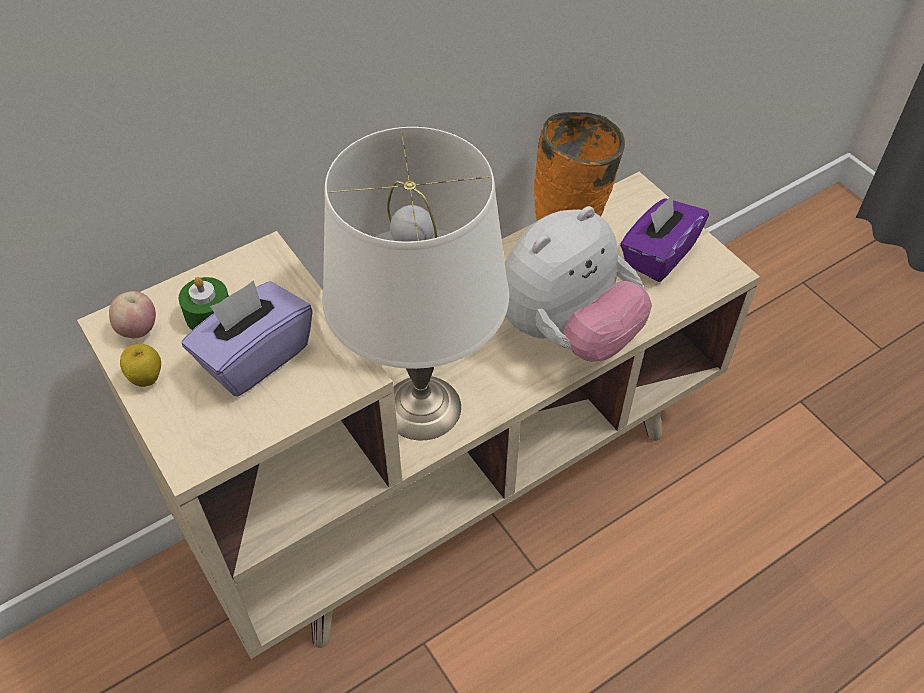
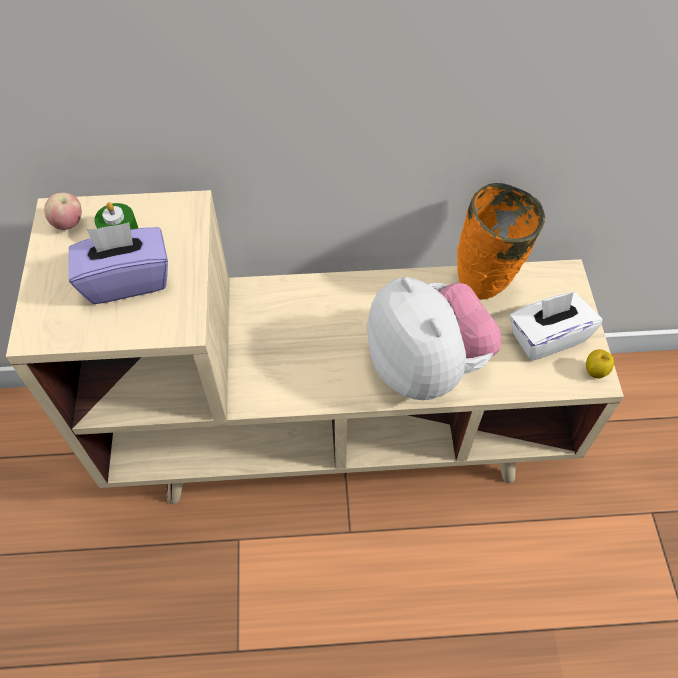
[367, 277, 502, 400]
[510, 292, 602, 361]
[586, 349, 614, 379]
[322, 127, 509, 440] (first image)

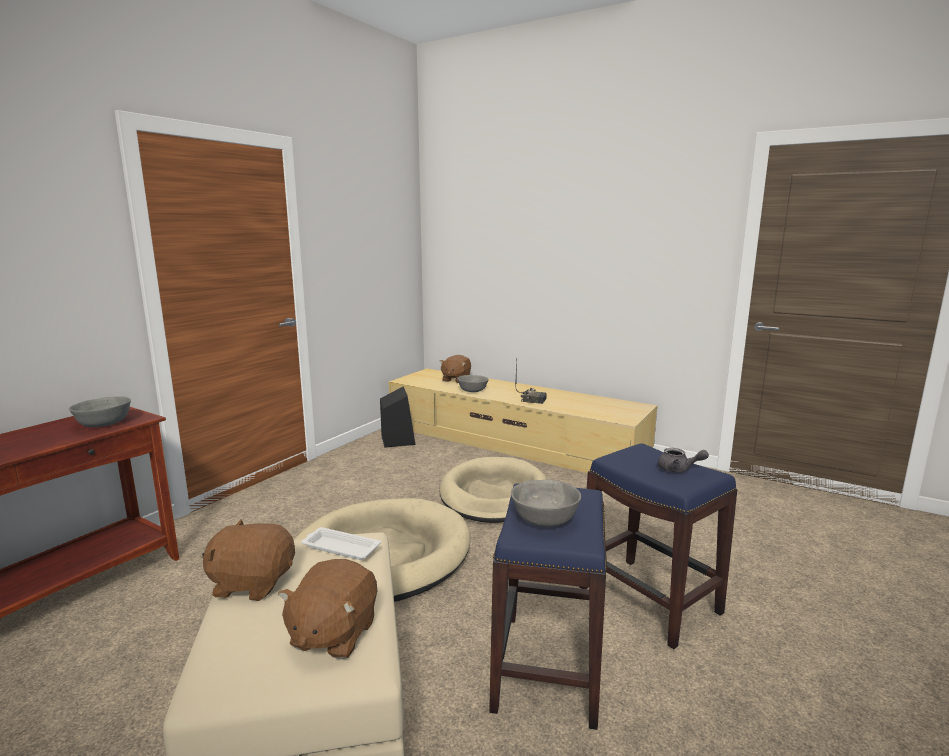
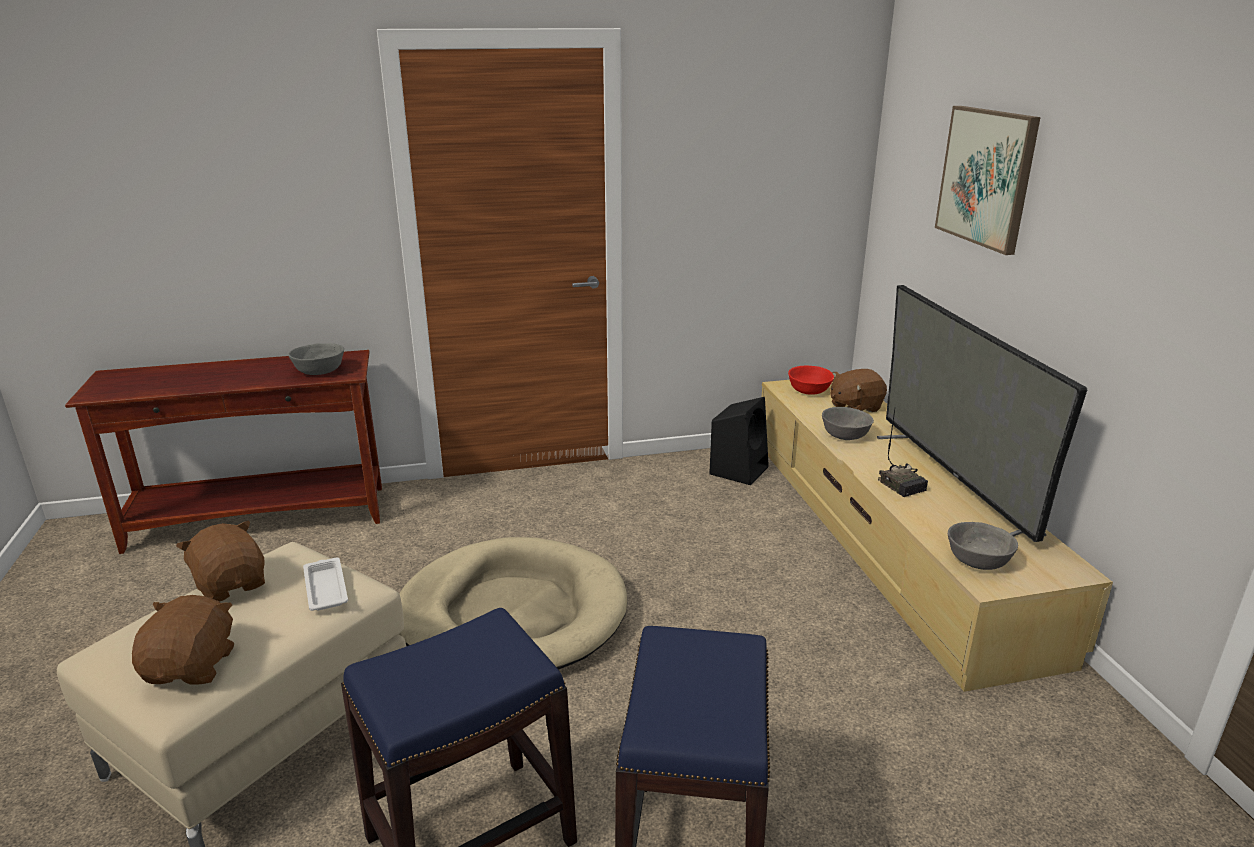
[132, 595, 234, 685]
[788, 366, 834, 395]
[877, 285, 1087, 542]
[935, 106, 1041, 255]
[948, 522, 1018, 570]
[439, 457, 547, 523] (first image)
[658, 448, 709, 473] (first image)

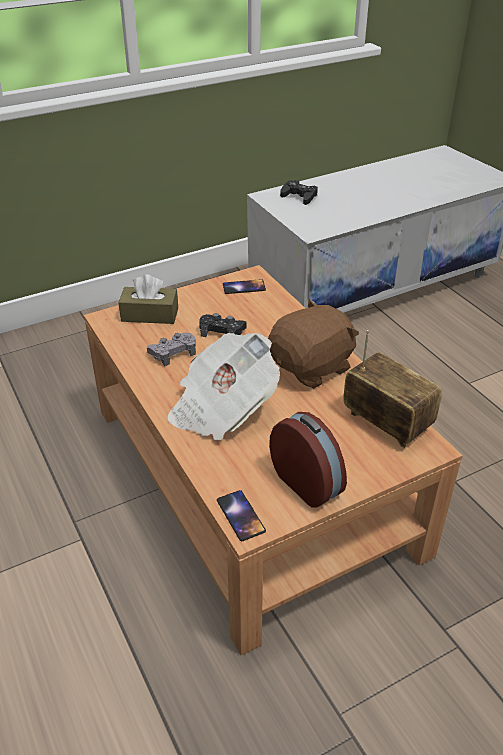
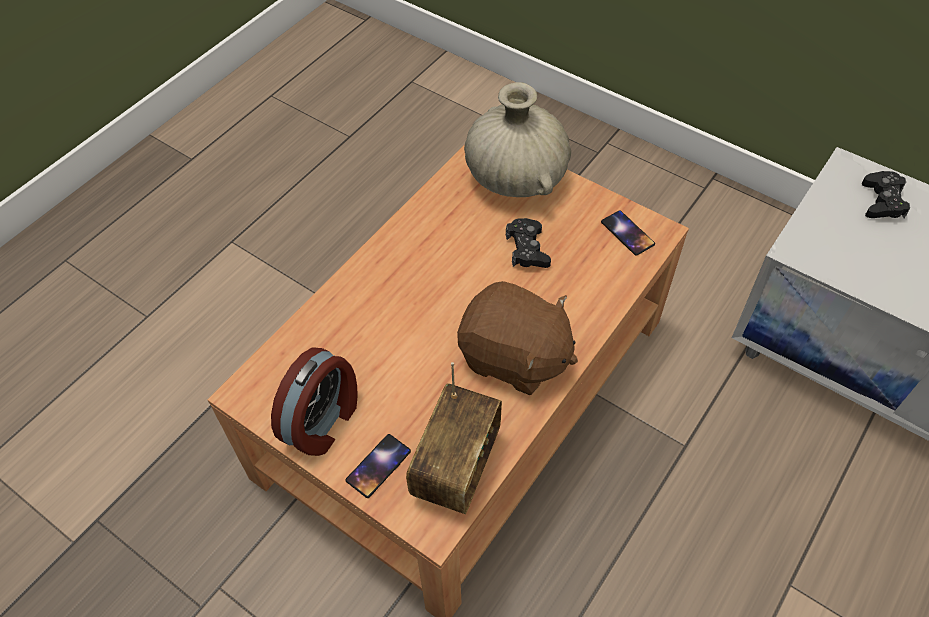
[346, 434, 411, 498]
[464, 82, 571, 197]
[147, 332, 196, 366] (first image)
[167, 333, 280, 441] (first image)

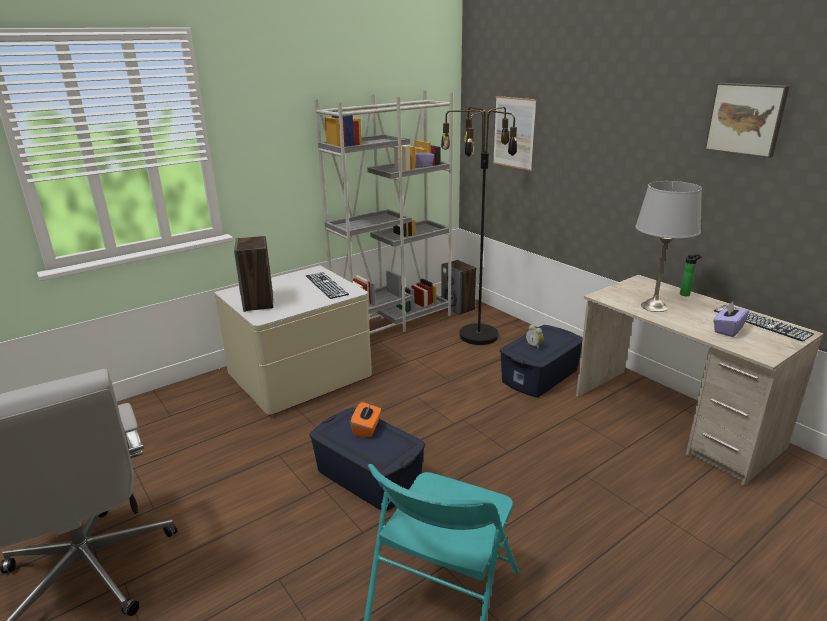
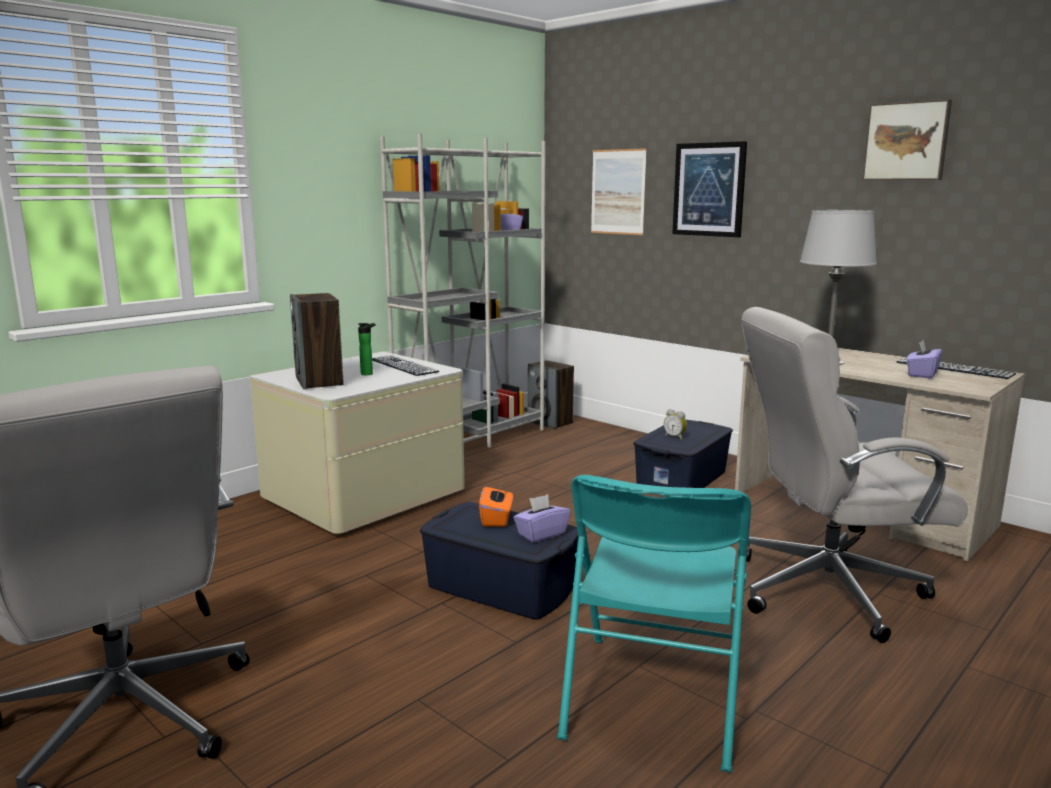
[358, 323, 376, 375]
[513, 494, 570, 543]
[672, 141, 747, 237]
[741, 307, 968, 643]
[441, 107, 517, 345] (first image)

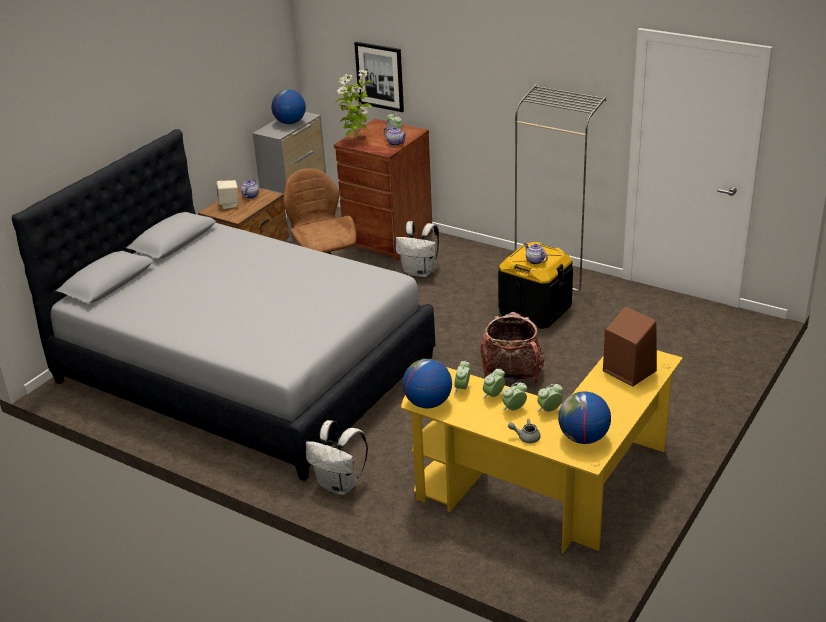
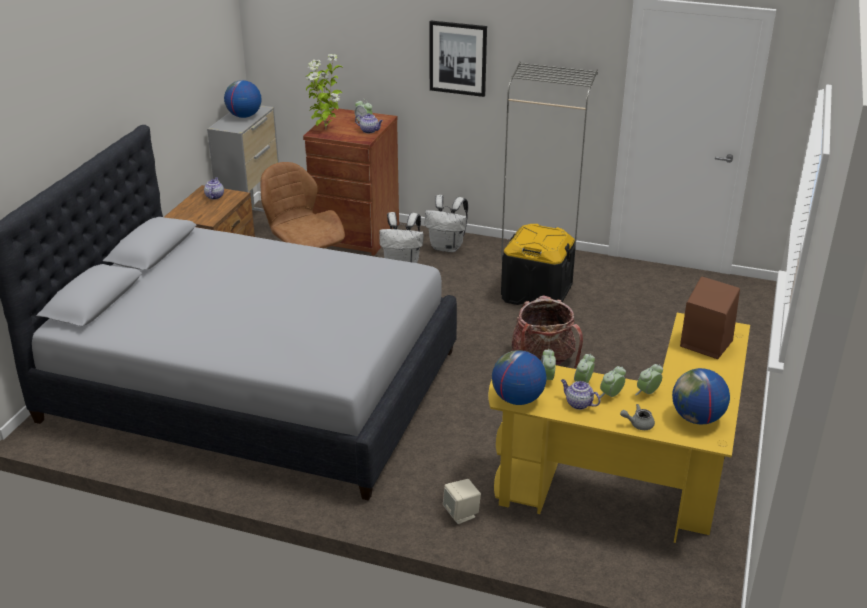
[425, 195, 468, 252]
[430, 21, 487, 97]
[443, 479, 481, 524]
[561, 379, 601, 410]

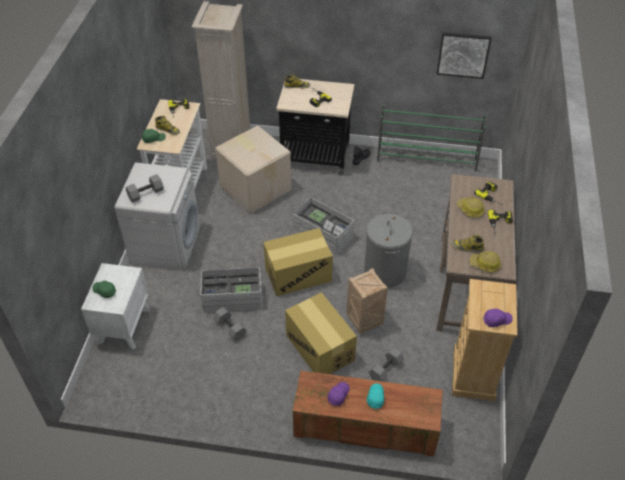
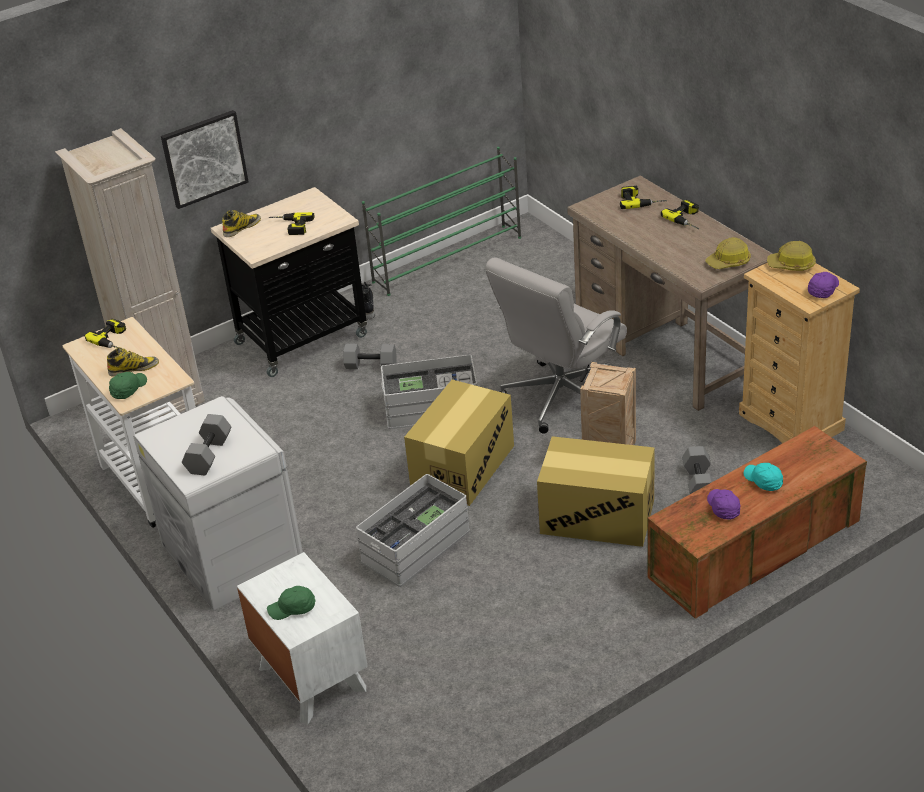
[161, 110, 249, 209]
[343, 344, 397, 369]
[486, 257, 627, 434]
[767, 241, 816, 271]
[215, 125, 291, 213] (first image)
[451, 235, 484, 253] (first image)

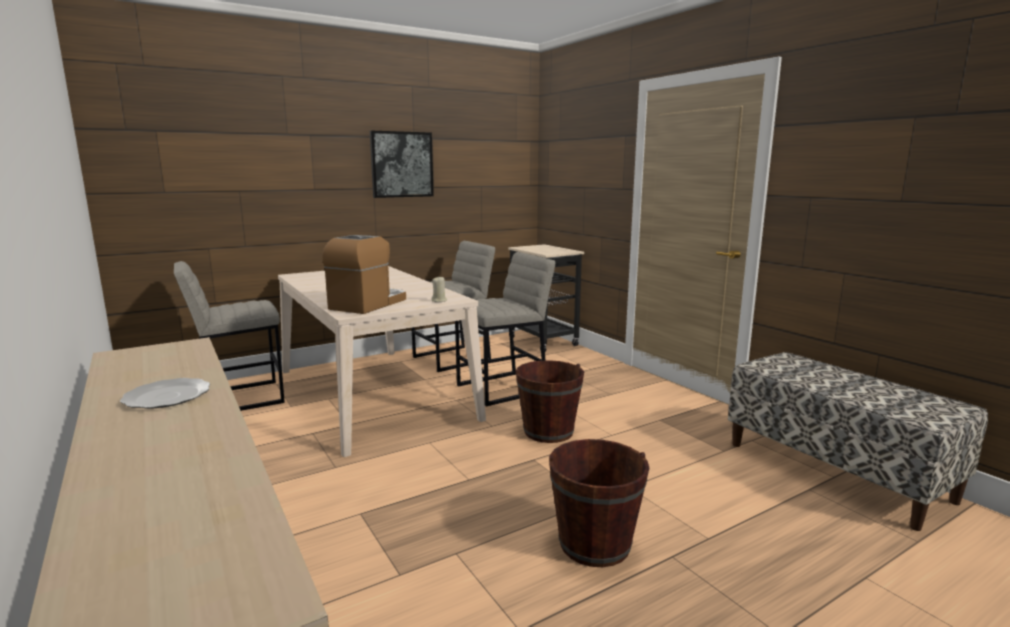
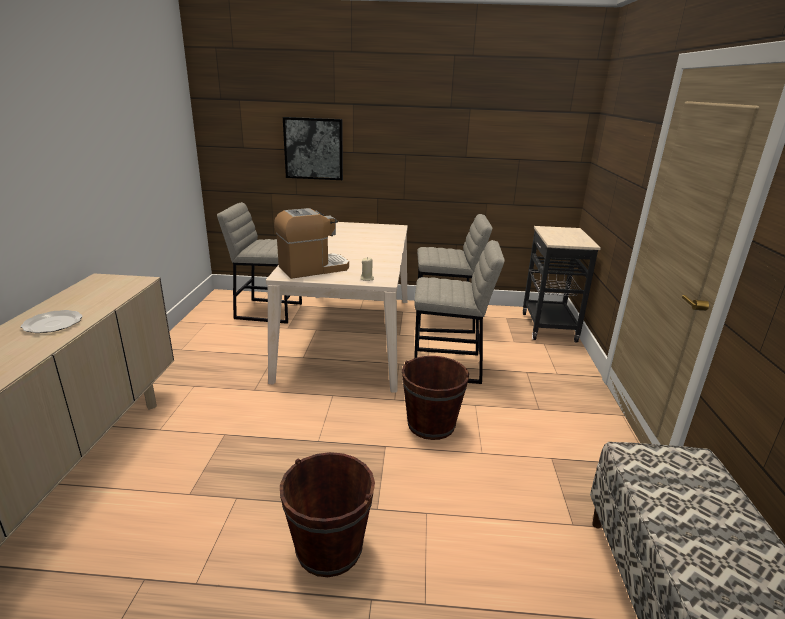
[283, 117, 343, 180]

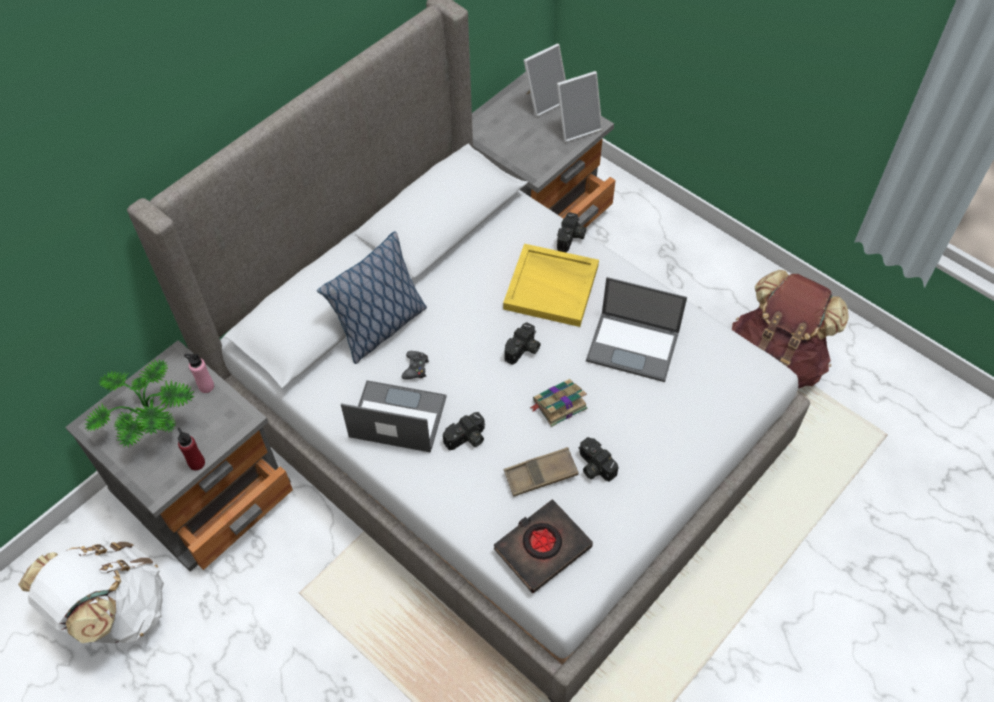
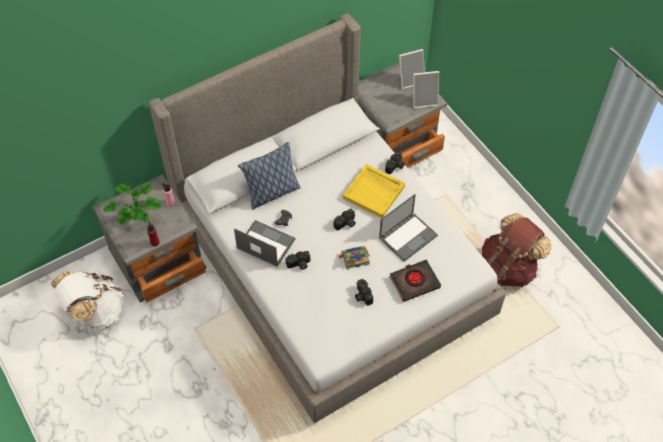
[379, 194, 438, 262]
[390, 260, 441, 302]
[504, 447, 579, 497] (first image)

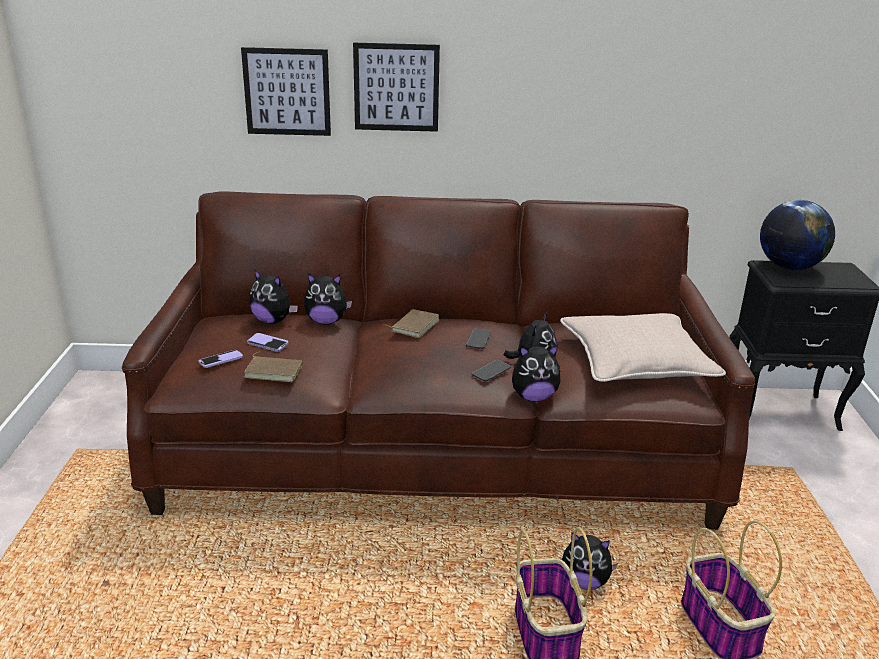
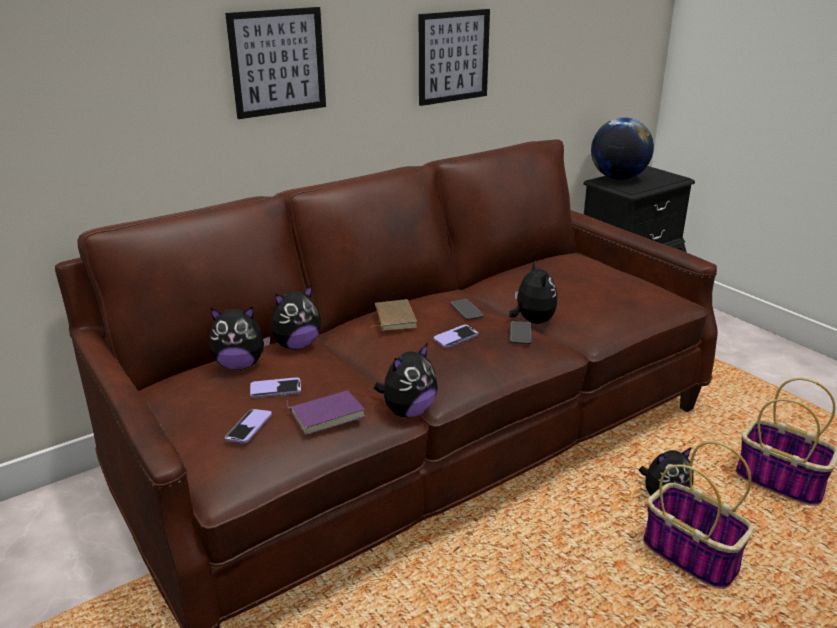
[286, 390, 365, 435]
[374, 343, 438, 417]
[419, 9, 490, 106]
[434, 325, 478, 348]
[560, 313, 726, 382] (first image)

